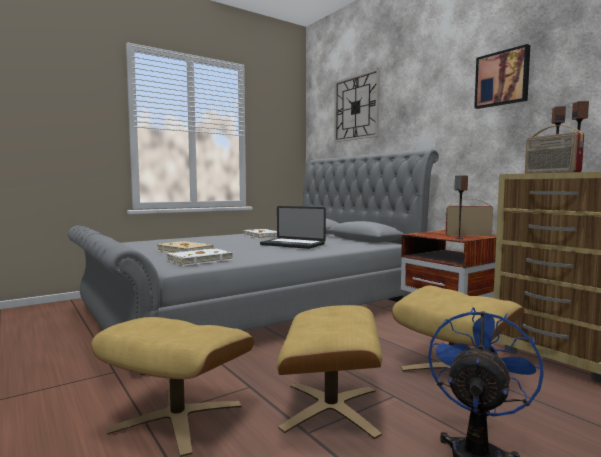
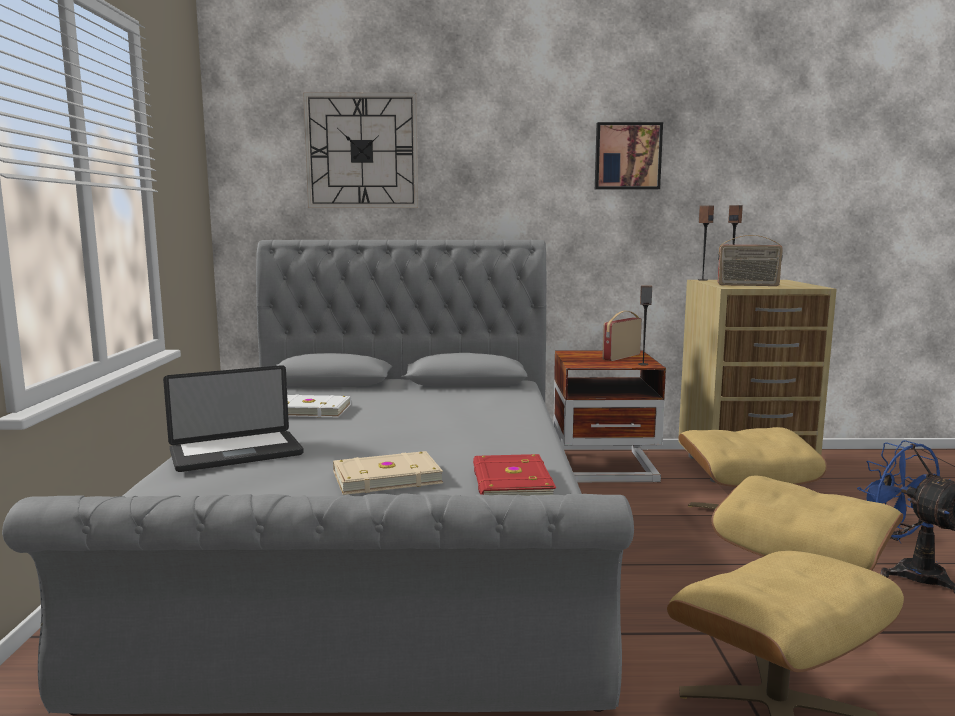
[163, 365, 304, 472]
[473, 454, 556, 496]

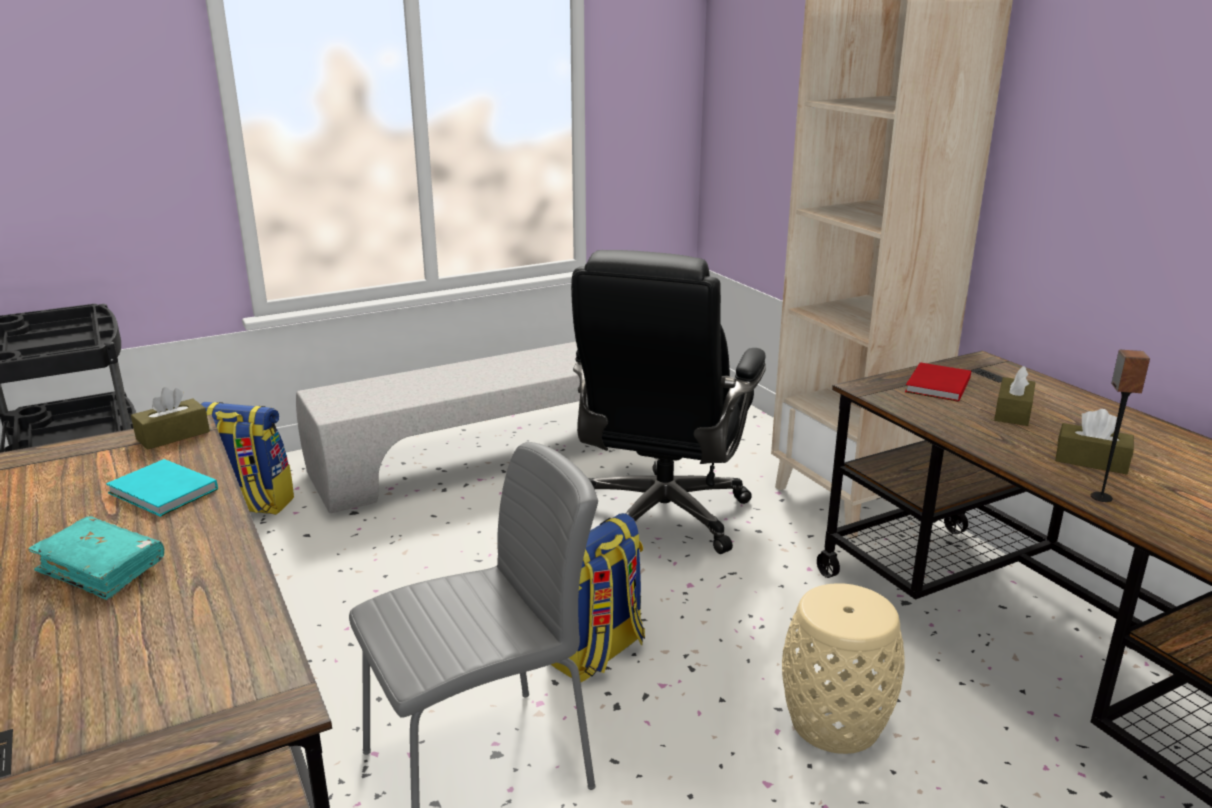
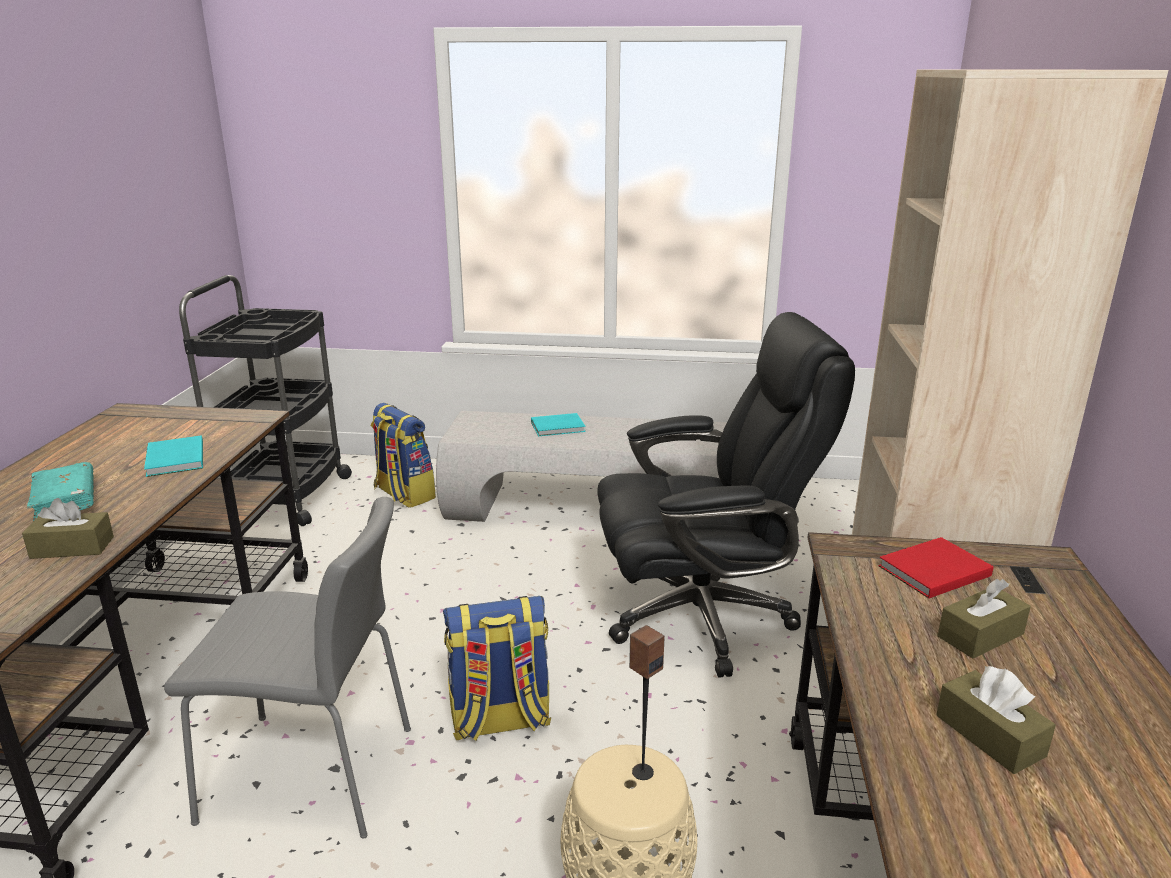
[22, 498, 114, 559]
[531, 413, 586, 437]
[597, 312, 855, 678]
[629, 625, 665, 780]

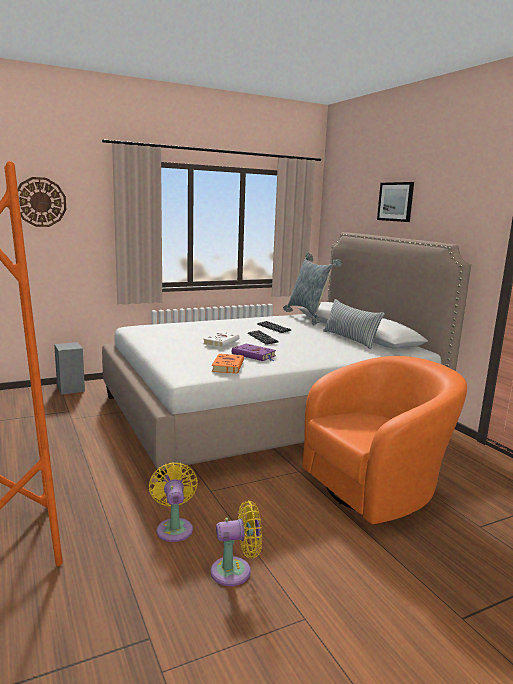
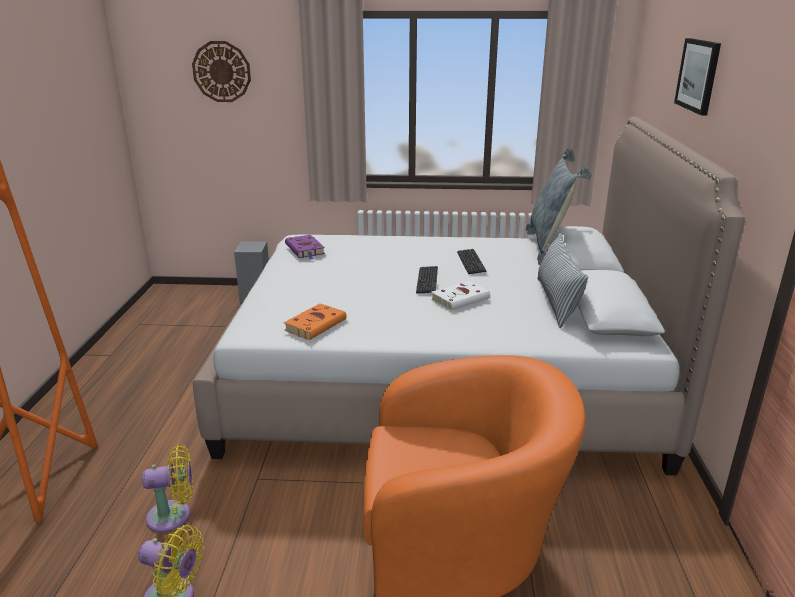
[142, 445, 193, 533]
[285, 235, 325, 260]
[431, 281, 490, 311]

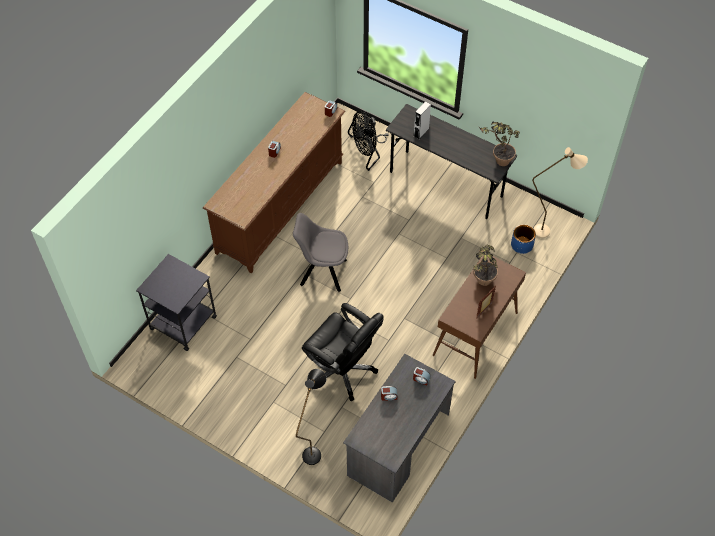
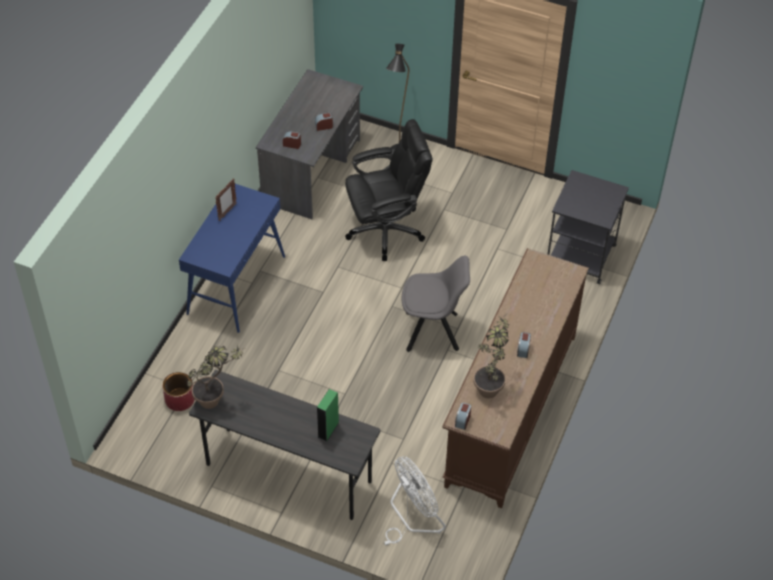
[162, 372, 195, 411]
[179, 184, 285, 333]
[317, 389, 339, 442]
[345, 119, 433, 261]
[383, 456, 446, 546]
[473, 314, 509, 398]
[532, 147, 588, 238] (first image)

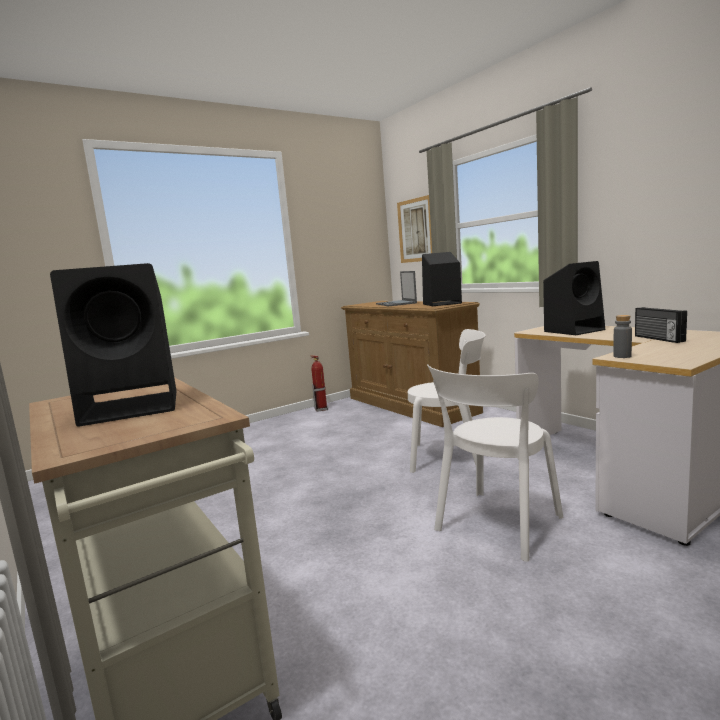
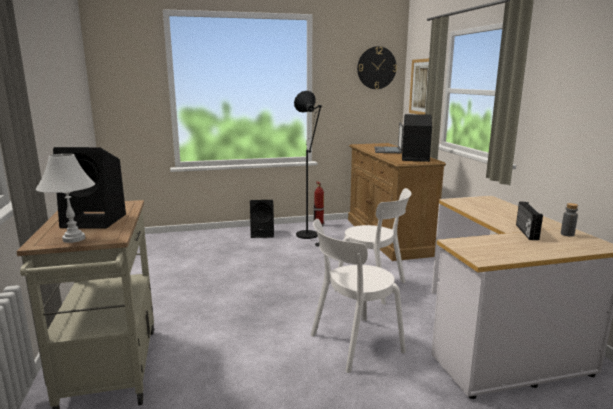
[36, 153, 95, 243]
[250, 200, 274, 238]
[294, 91, 322, 246]
[357, 46, 397, 89]
[561, 203, 578, 236]

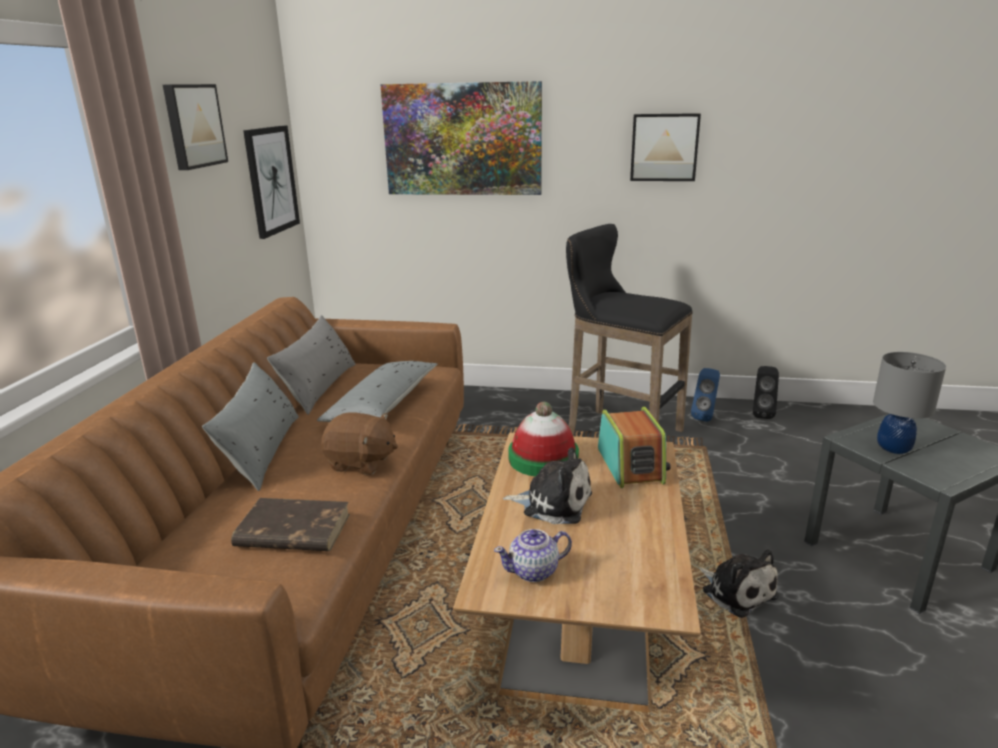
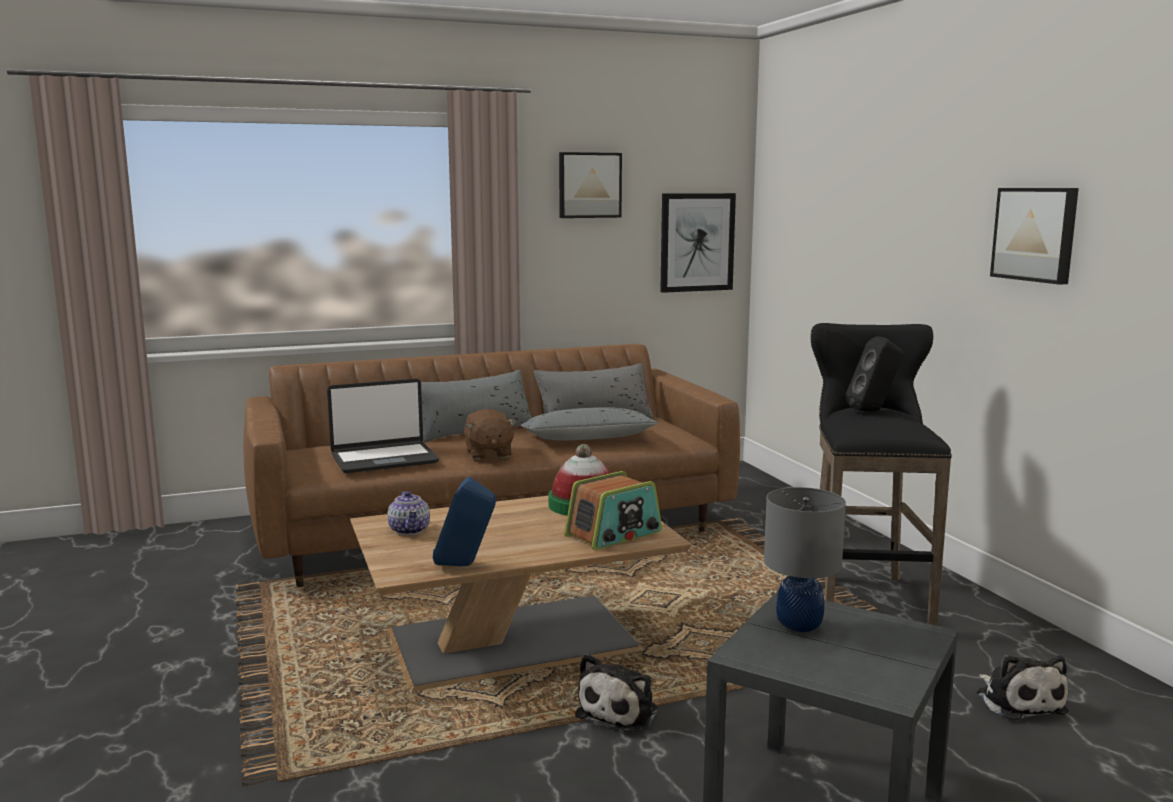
[327, 379, 439, 473]
[387, 491, 430, 535]
[433, 476, 496, 566]
[846, 336, 903, 412]
[977, 655, 1069, 721]
[380, 81, 542, 195] (first image)

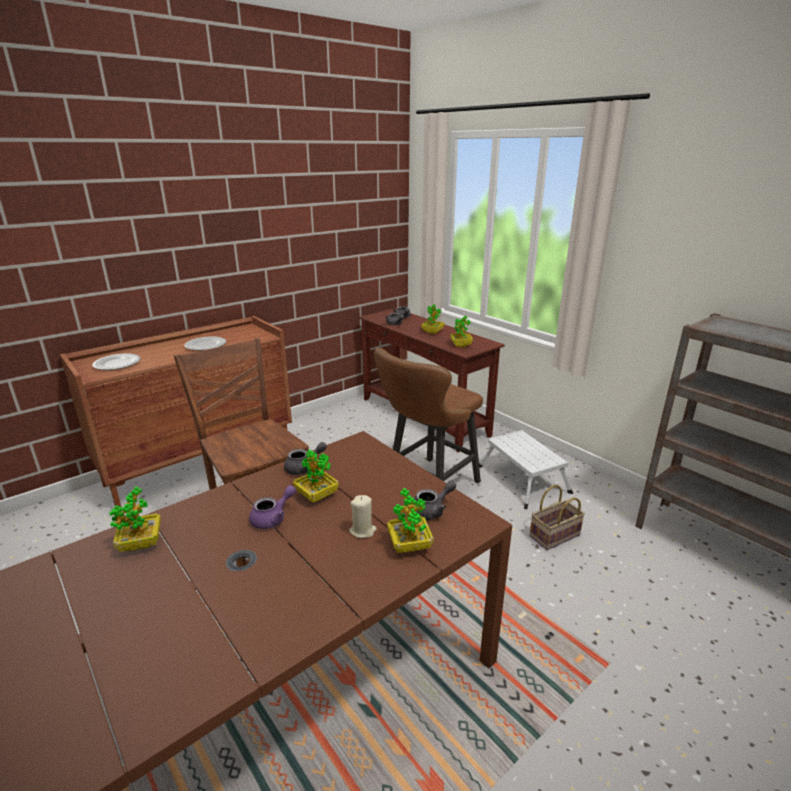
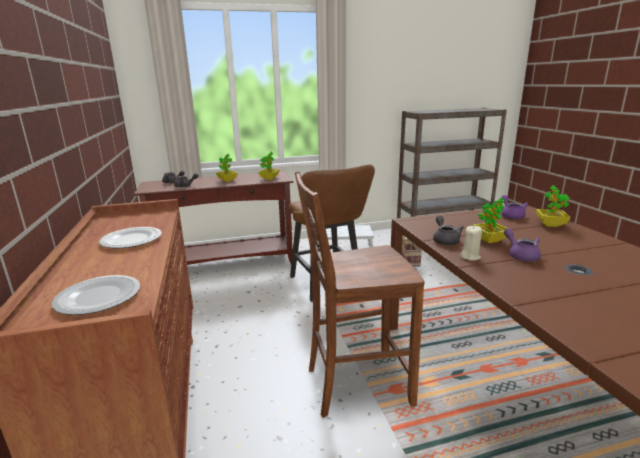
[460, 226, 482, 261]
[501, 195, 528, 219]
[109, 487, 161, 552] (first image)

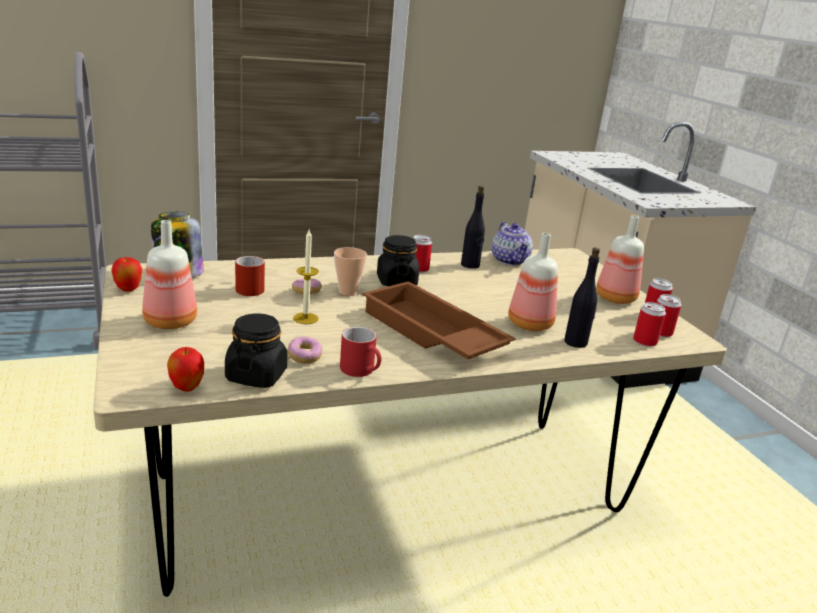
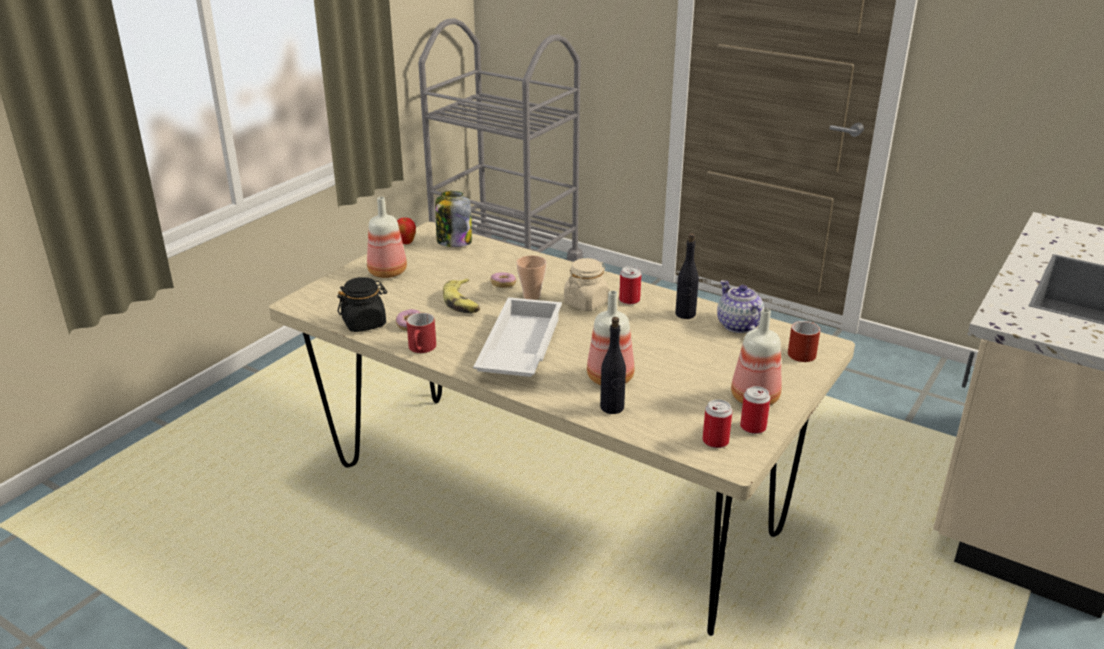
[443, 278, 480, 313]
[473, 297, 562, 377]
[564, 258, 609, 311]
[717, 280, 764, 333]
[788, 321, 820, 362]
[167, 347, 204, 392] (first image)
[633, 302, 666, 347] (first image)

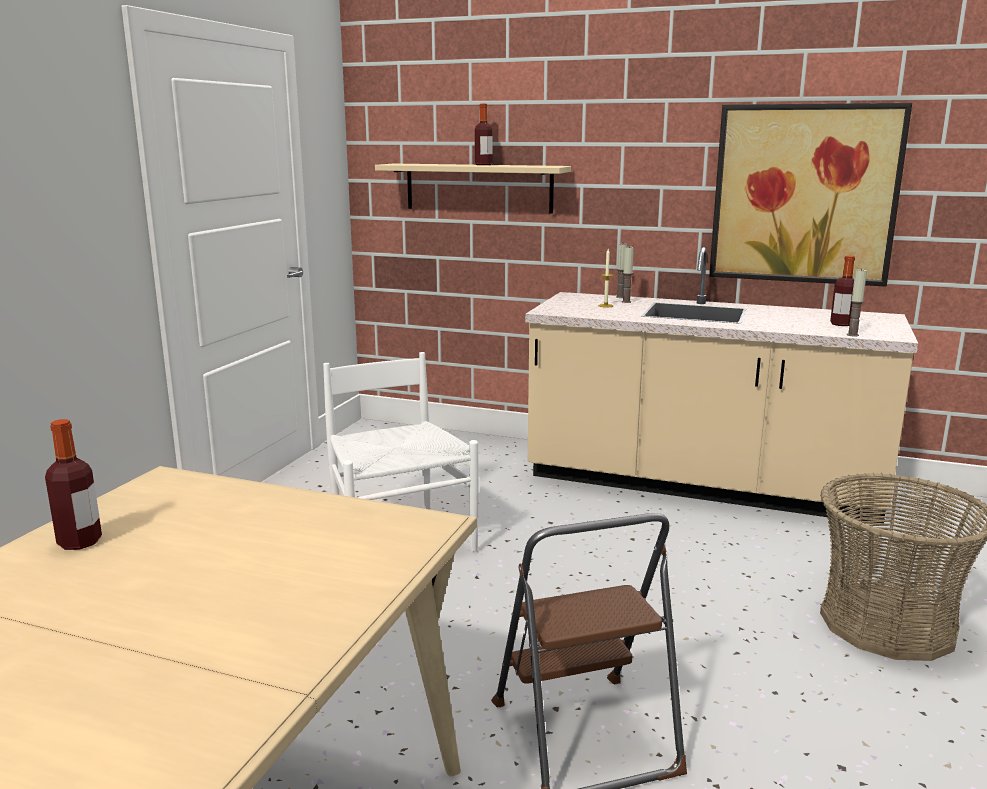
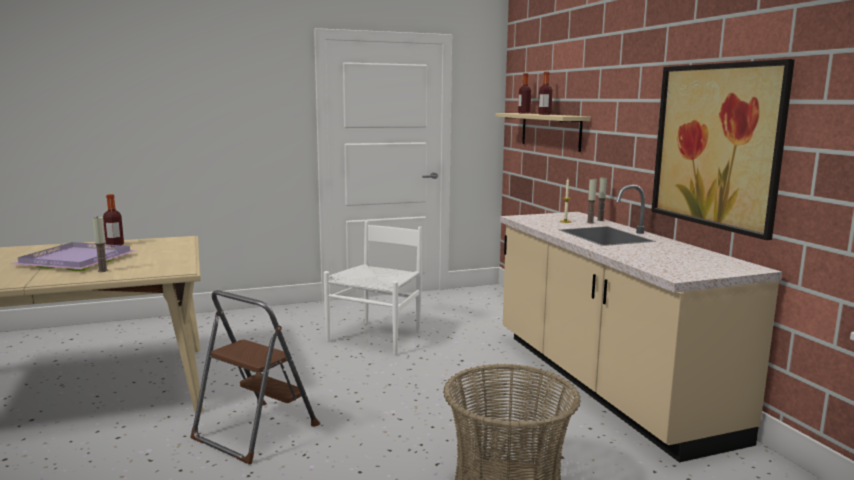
[11, 242, 137, 271]
[93, 216, 108, 272]
[518, 73, 531, 114]

